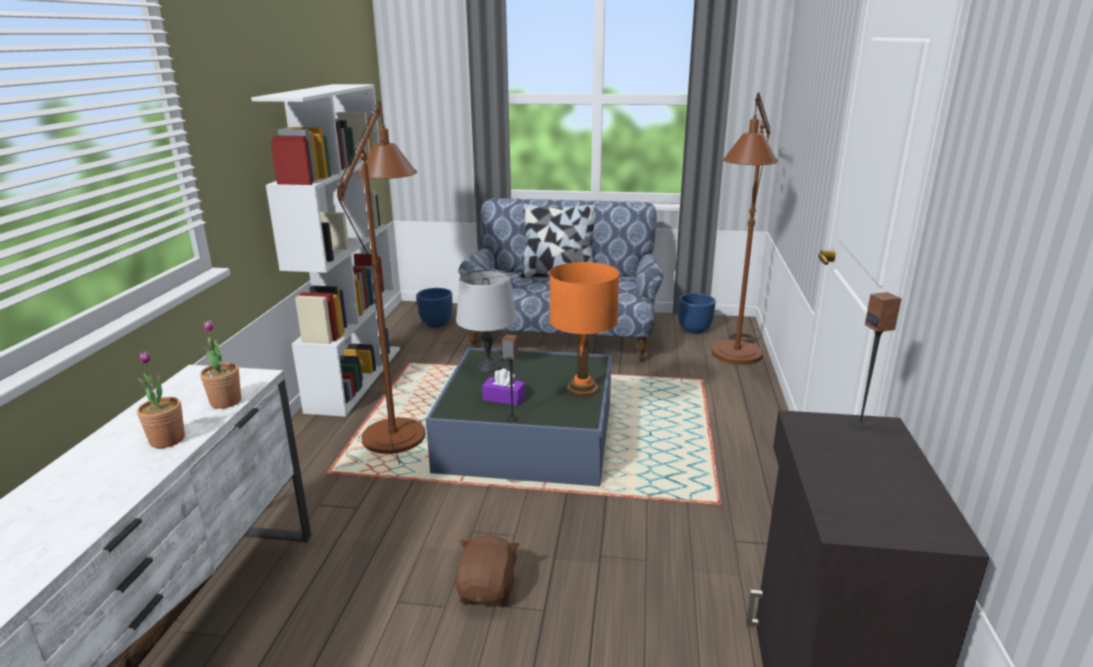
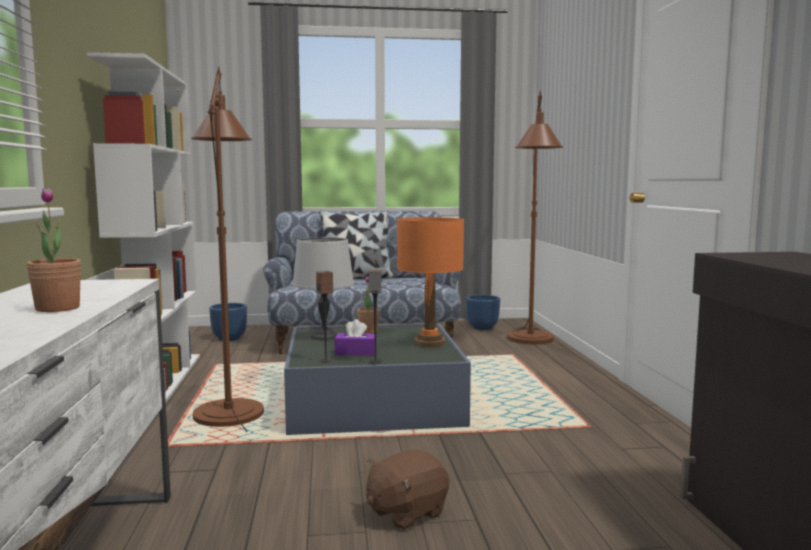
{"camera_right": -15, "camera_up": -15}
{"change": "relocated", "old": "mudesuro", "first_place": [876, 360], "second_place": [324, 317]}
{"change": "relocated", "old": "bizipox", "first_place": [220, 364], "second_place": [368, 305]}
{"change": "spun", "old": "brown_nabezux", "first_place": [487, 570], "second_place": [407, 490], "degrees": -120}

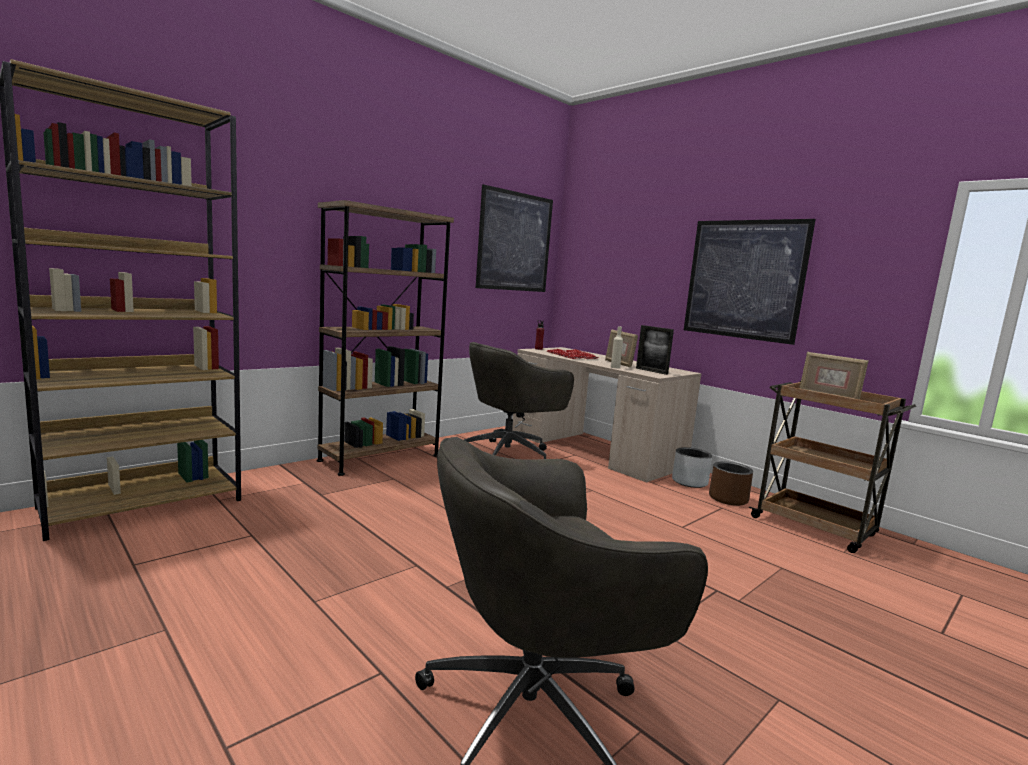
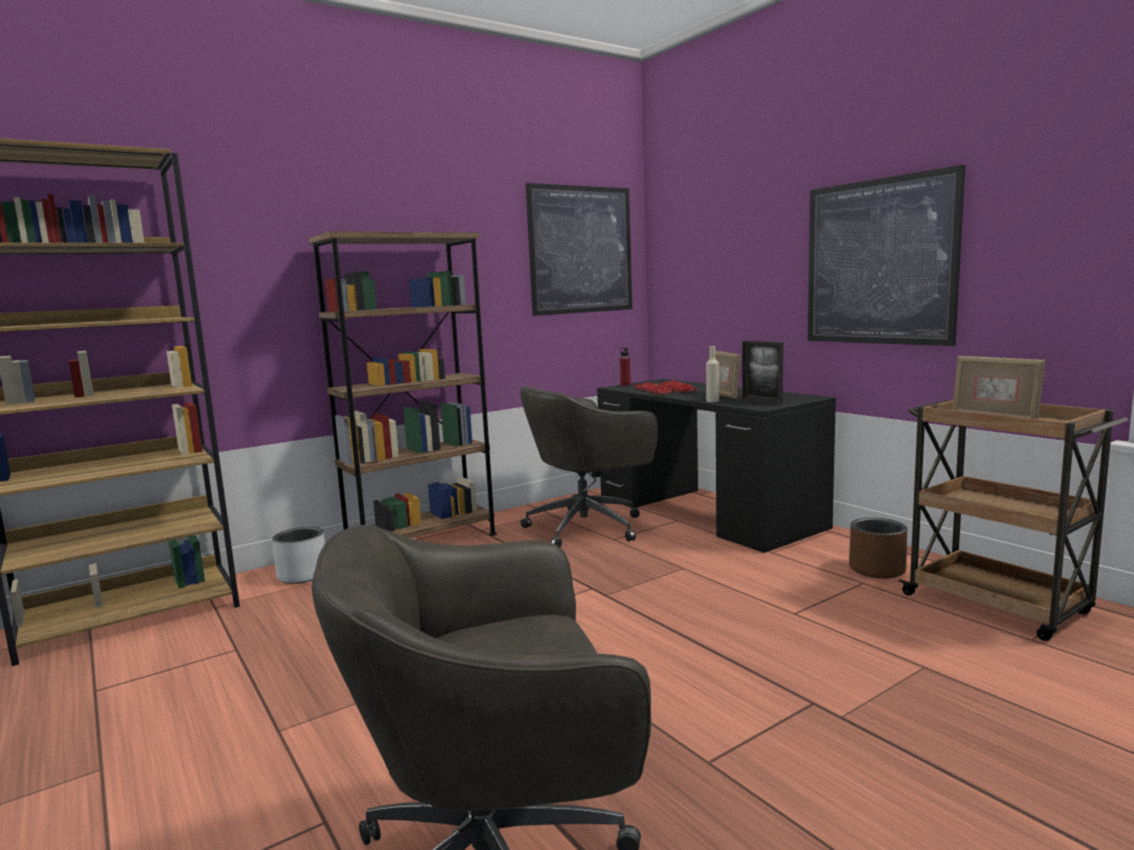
{"camera_right": 10, "camera_up": 0}
{"change": "colour", "old": "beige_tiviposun", "new": "black_tiviposun", "first_place": [607, 415], "second_place": [716, 466]}
{"change": "relocated", "old": "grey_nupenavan", "first_place": [692, 467], "second_place": [298, 555]}

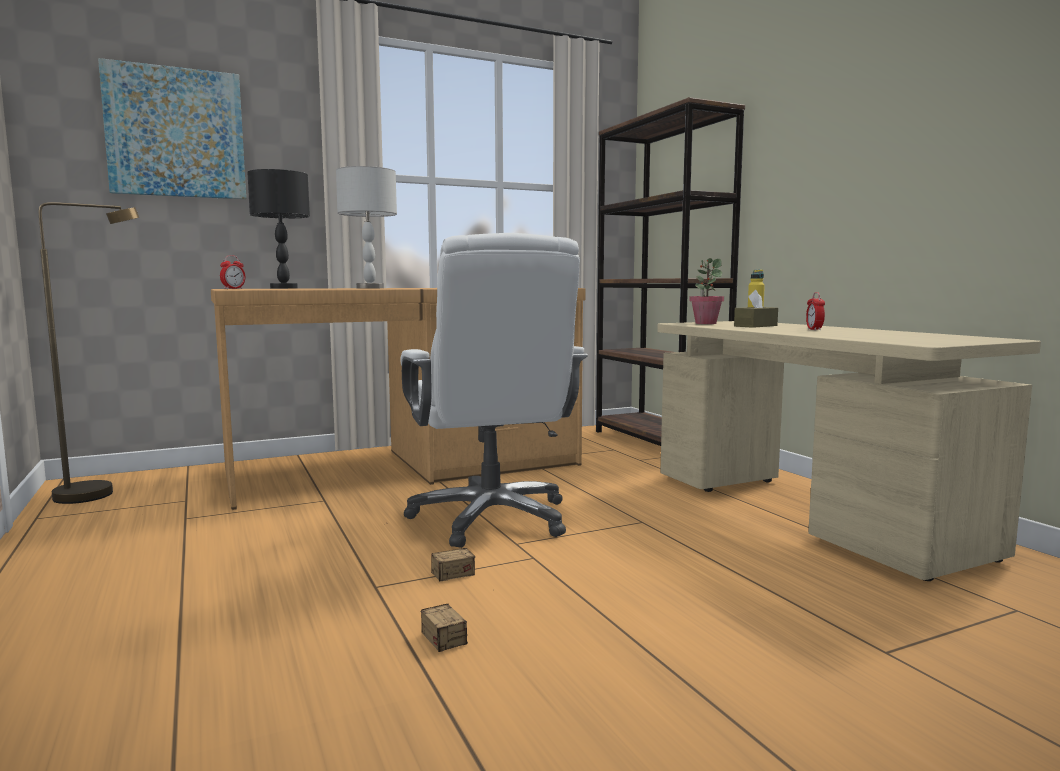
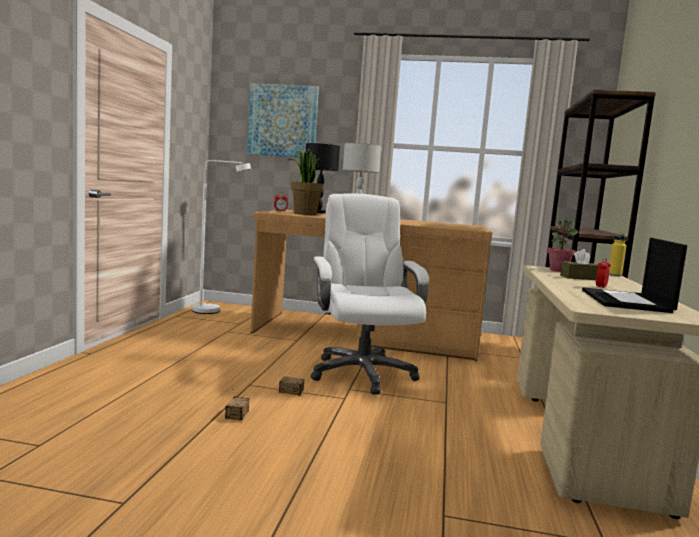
{"camera_right": 35, "camera_up": 0}
{"change": "colour", "old": "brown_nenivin", "new": "white_nenivin", "first_place": [89, 353], "second_place": [221, 237]}
{"change": "spun", "old": "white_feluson", "first_place": [494, 390], "second_place": [370, 294], "degrees": 150}
{"change": "appeared", "new": "bizipox", "second_place": [305, 182]}
{"change": "appeared", "new": "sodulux", "second_place": [634, 275]}

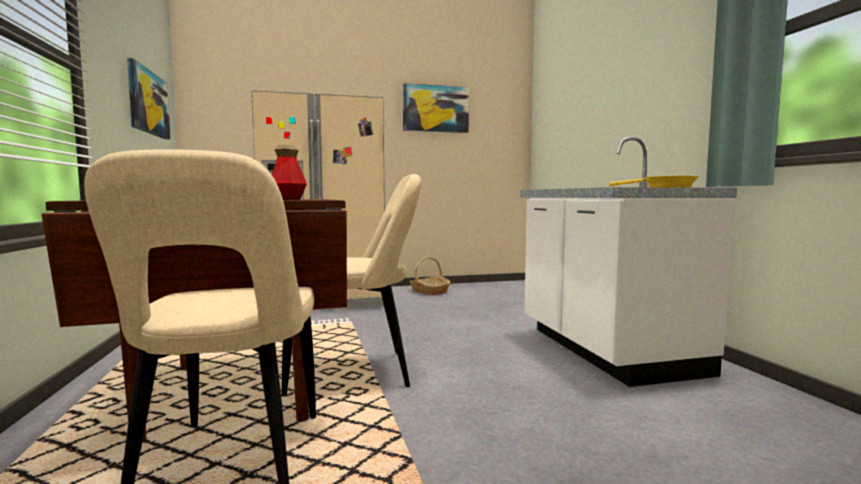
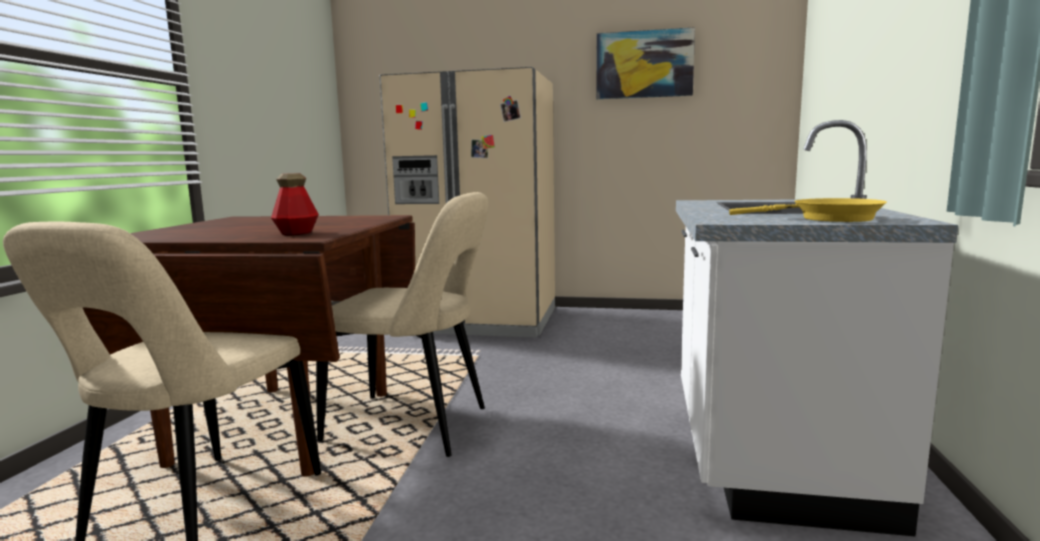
{"camera_right": 25, "camera_up": 5}
{"change": "missing", "old": "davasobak", "first_place": [148, 99]}
{"change": "missing", "old": "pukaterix", "first_place": [430, 276]}

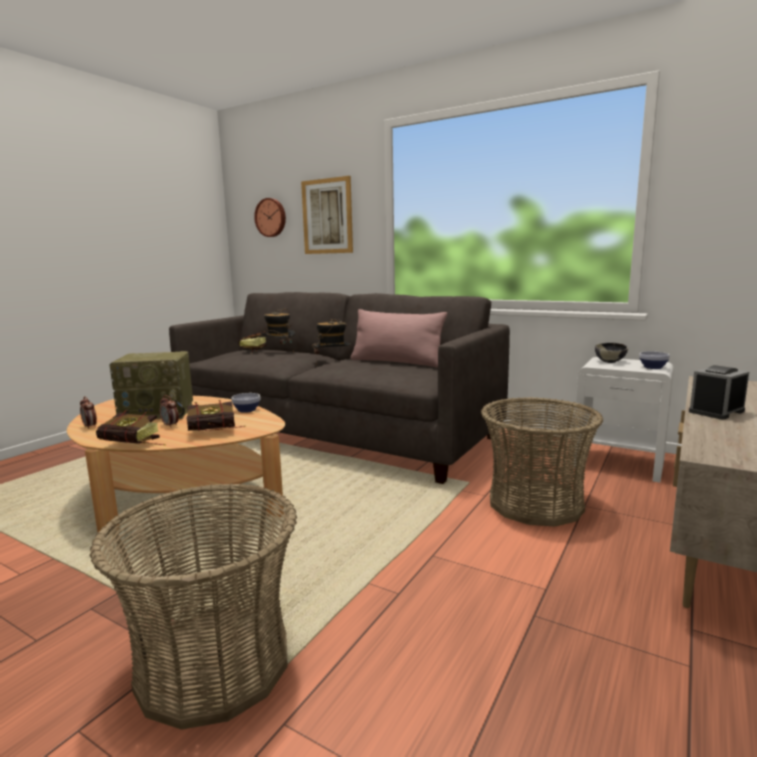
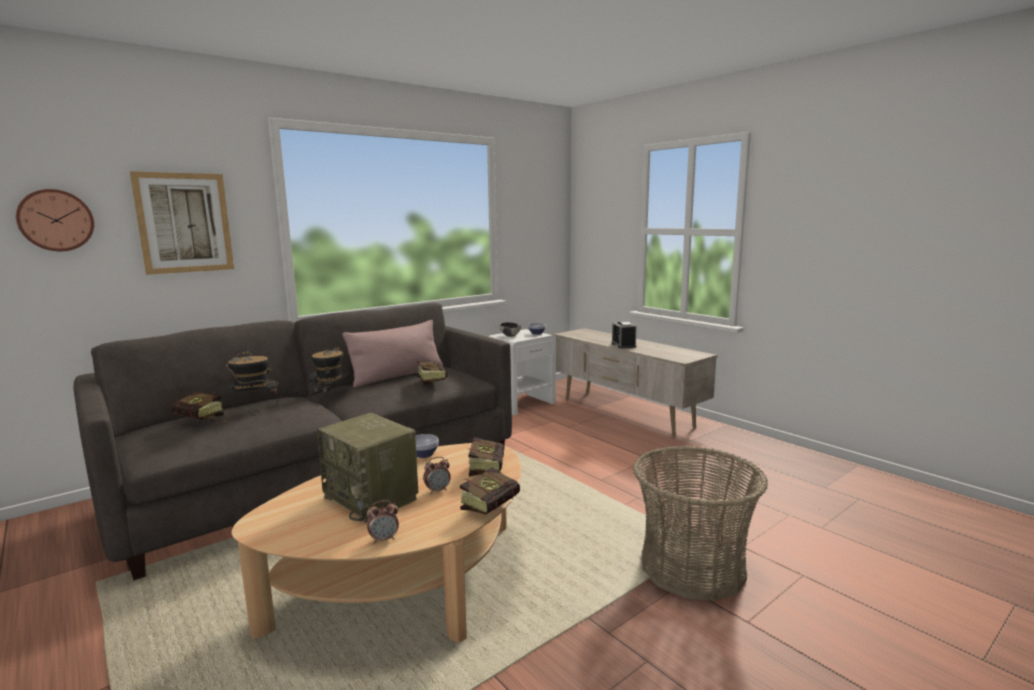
{"camera_right": -70, "camera_up": 0}
{"change": "spun", "old": "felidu", "first_place": [151, 386], "second_place": [367, 468], "degrees": 120}
{"change": "missing", "old": "pukaterix", "first_place": [542, 461]}
{"change": "appeared", "new": "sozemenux", "second_place": [432, 373]}

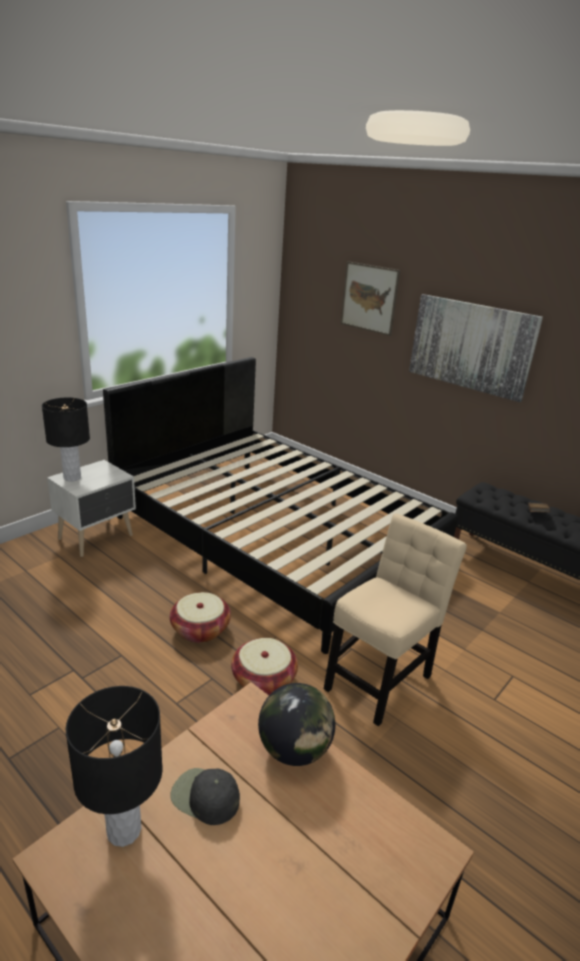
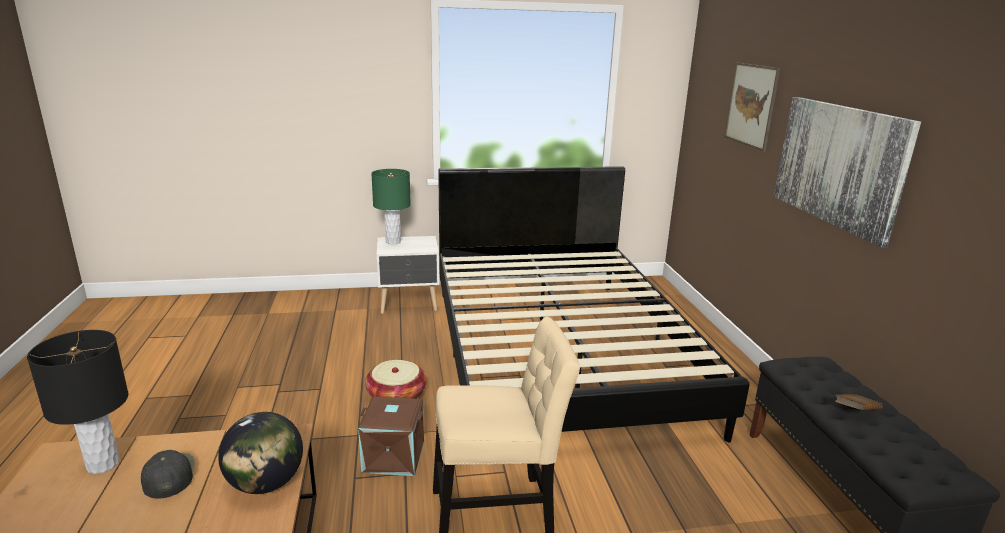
{"camera_right": 40, "camera_up": -5}
{"change": "colour", "old": "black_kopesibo", "new": "green_kopesibo", "first_place": [66, 440], "second_place": [391, 206]}
{"change": "exchanged", "old": "pukaterix", "new": "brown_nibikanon", "first_place": [264, 666], "second_place": [391, 436]}

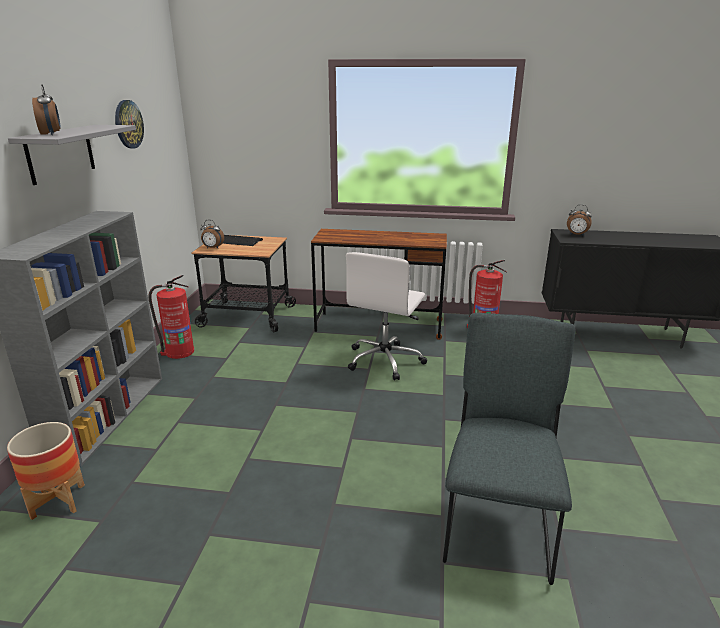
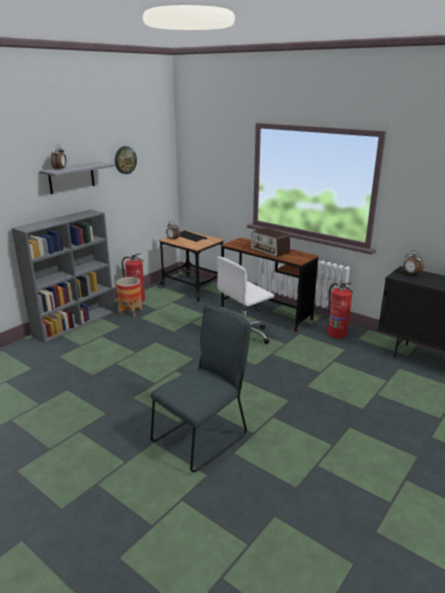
{"camera_right": 30, "camera_up": 0}
{"change": "relocated", "old": "nupenavan", "first_place": [46, 471], "second_place": [129, 297]}
{"change": "appeared", "new": "felidu", "second_place": [270, 242]}

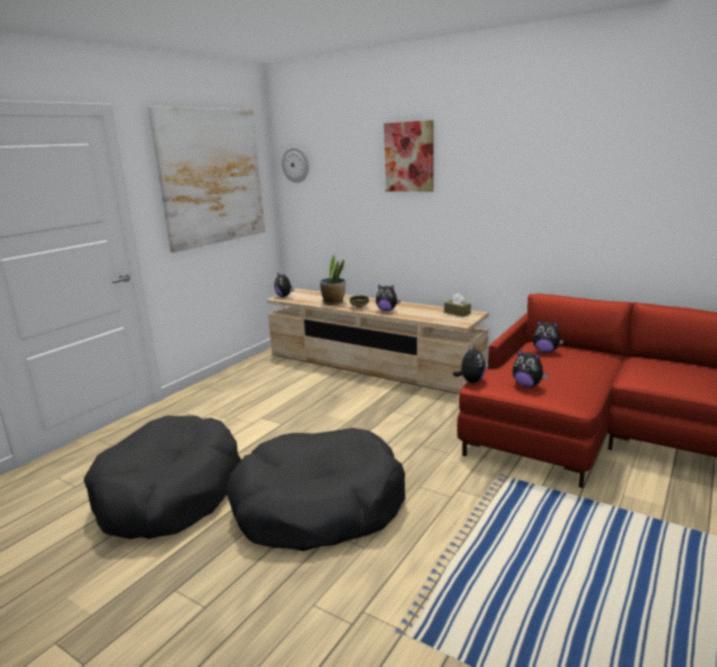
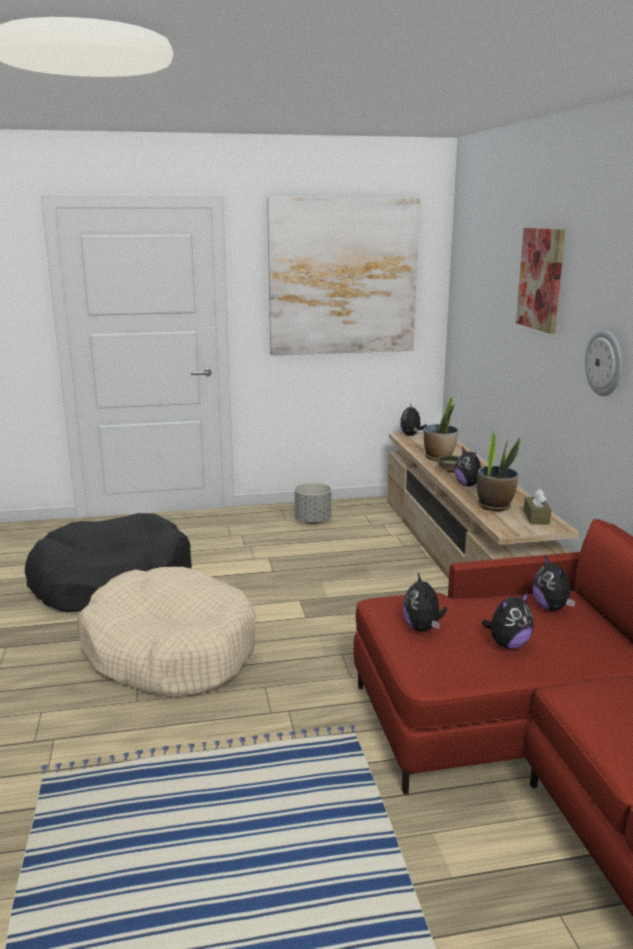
{"camera_right": 45, "camera_up": 0}
{"change": "relocated", "old": "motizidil", "first_place": [295, 165], "second_place": [603, 363]}
{"change": "relocated", "old": "nabezux", "first_place": [469, 363], "second_place": [508, 620]}
{"change": "colour", "old": "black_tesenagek", "new": "beige_tesenagek", "first_place": [315, 489], "second_place": [166, 632]}
{"change": "appeared", "new": "bizipox", "second_place": [498, 470]}
{"change": "appeared", "new": "grey_nupenavan", "second_place": [313, 503]}

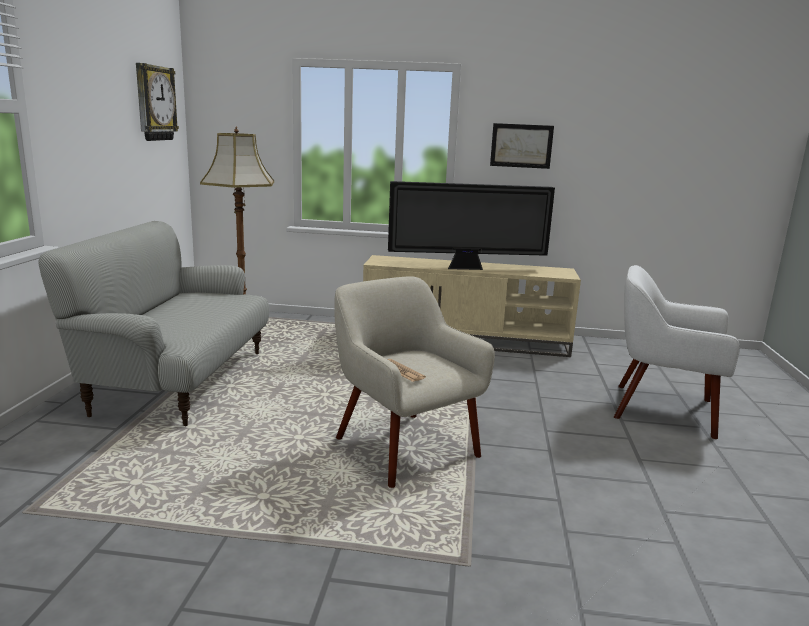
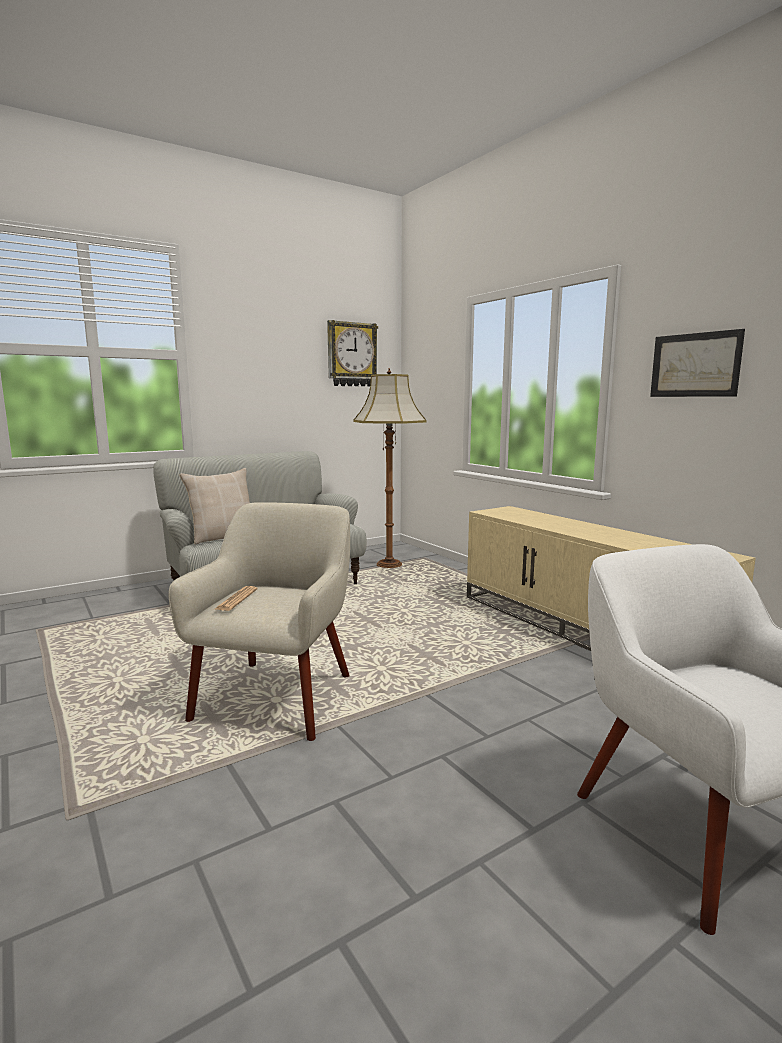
{"camera_right": 50, "camera_up": -5}
{"change": "missing", "old": "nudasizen", "first_place": [471, 225]}
{"change": "appeared", "new": "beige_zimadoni", "second_place": [215, 506]}

